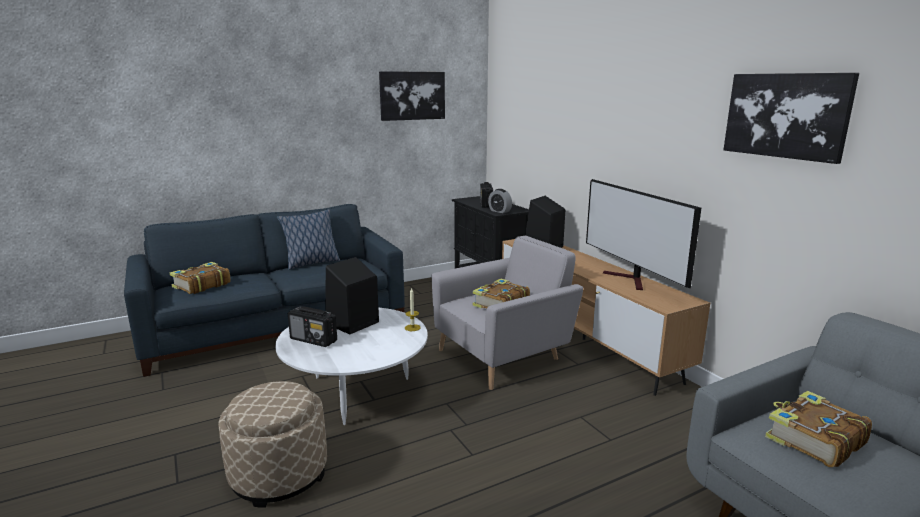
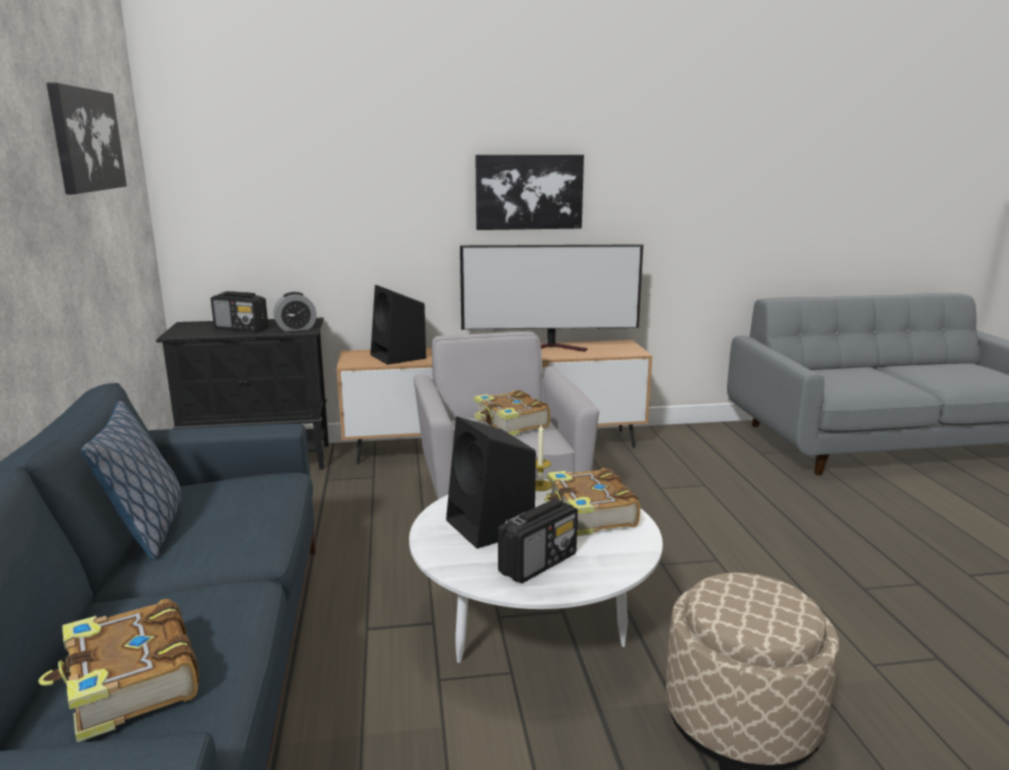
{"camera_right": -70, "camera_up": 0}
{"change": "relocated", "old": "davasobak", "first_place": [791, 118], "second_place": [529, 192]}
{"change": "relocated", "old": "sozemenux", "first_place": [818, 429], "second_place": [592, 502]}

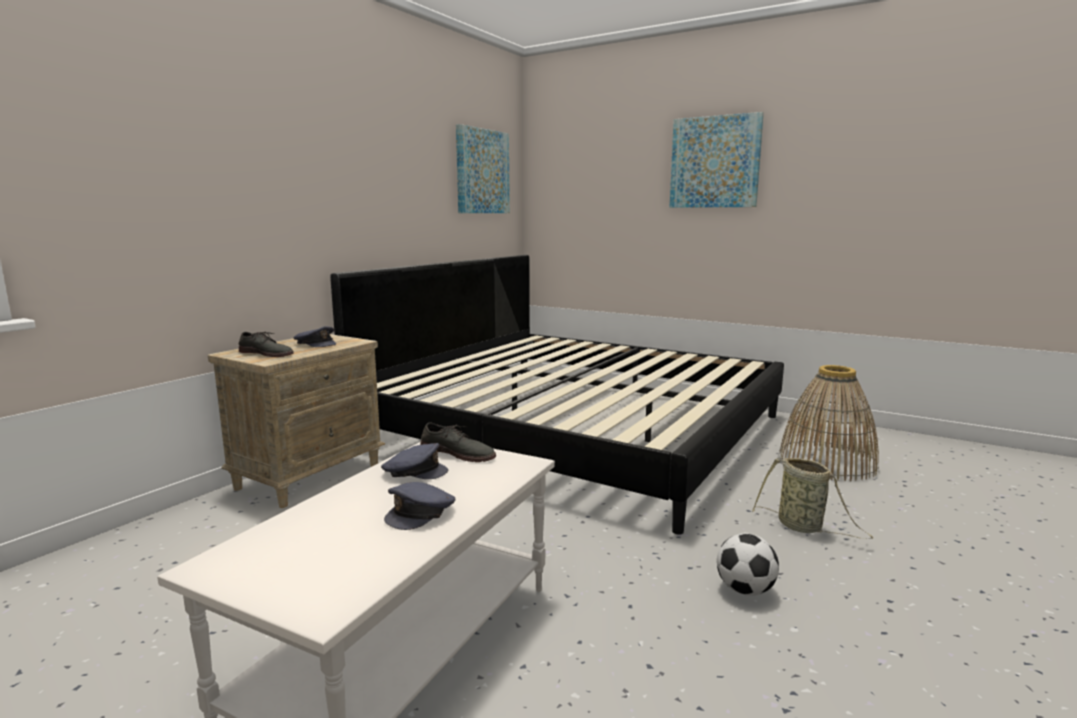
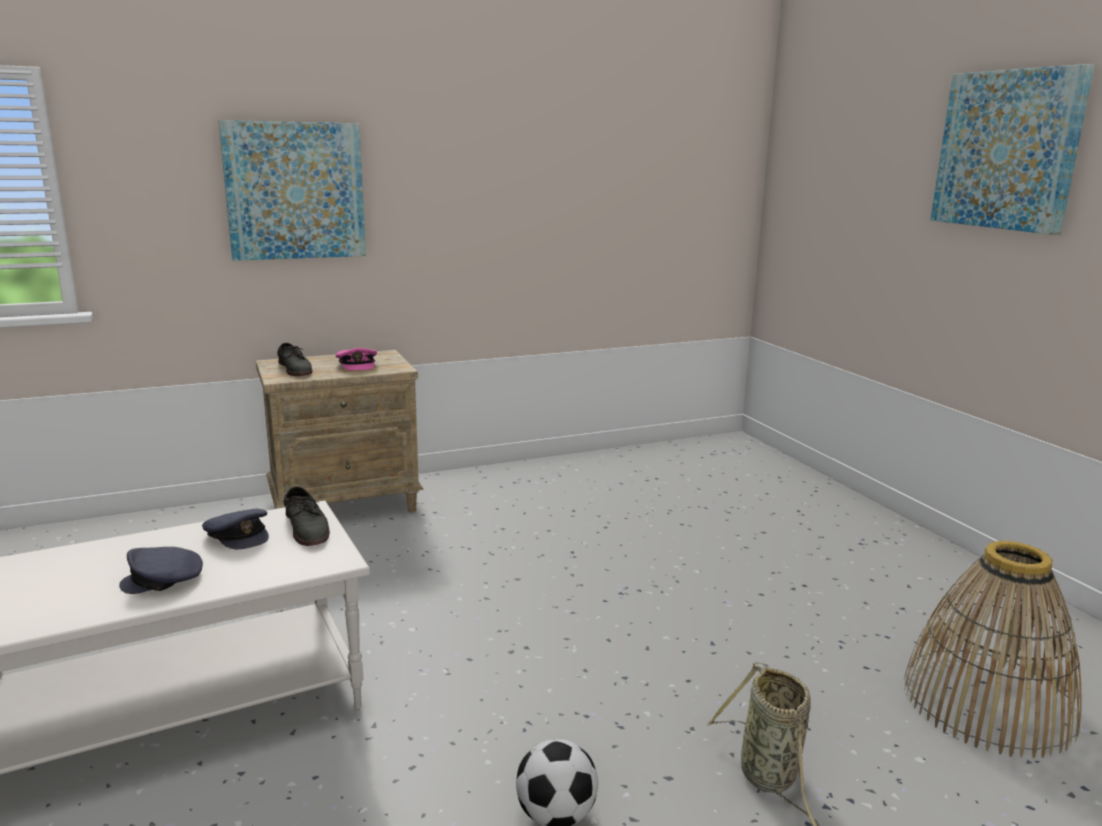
{"camera_right": 35, "camera_up": 5}
{"change": "relocated", "old": "davasobak", "first_place": [483, 168], "second_place": [292, 190]}
{"change": "missing", "old": "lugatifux", "first_place": [557, 395]}
{"change": "colour", "old": "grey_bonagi", "new": "pink_bonagi", "first_place": [314, 336], "second_place": [356, 359]}

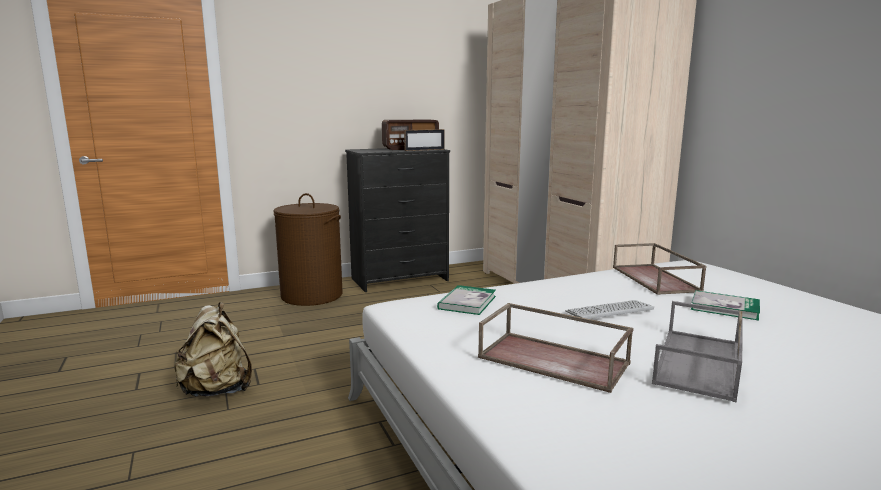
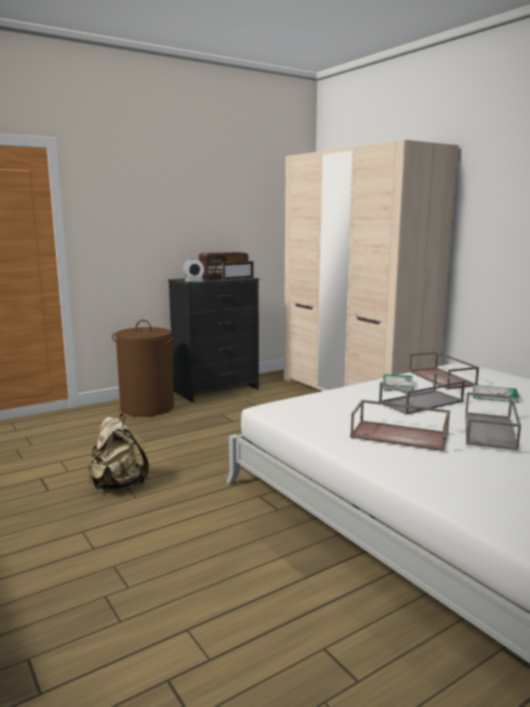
{"camera_right": -10, "camera_up": 0}
{"change": "relocated", "old": "sozemenux", "first_place": [466, 300], "second_place": [398, 382]}
{"change": "exchanged", "old": "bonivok", "new": "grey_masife", "first_place": [609, 309], "second_place": [422, 393]}
{"change": "appeared", "new": "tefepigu", "second_place": [193, 270]}

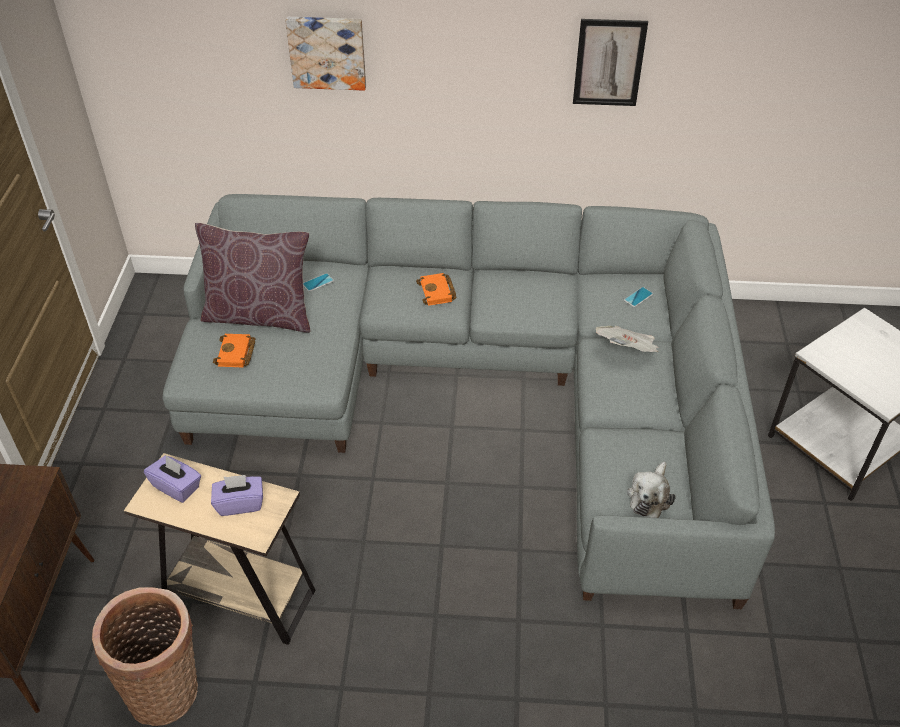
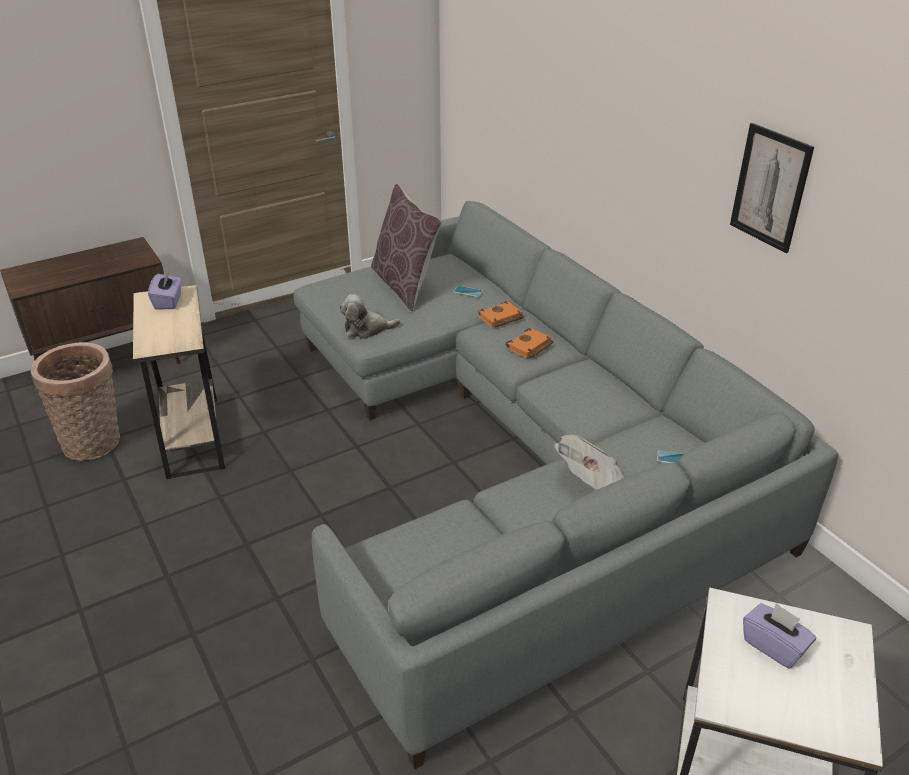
{"camera_right": 55, "camera_up": -10}
{"change": "missing", "old": "davasobak", "first_place": [326, 54]}
{"change": "relocated", "old": "orange_sozemenux", "first_place": [234, 350], "second_place": [501, 314]}
{"change": "relocated", "old": "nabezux", "first_place": [651, 490], "second_place": [370, 316]}
{"change": "relocated", "old": "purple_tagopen", "first_place": [237, 495], "second_place": [779, 635]}

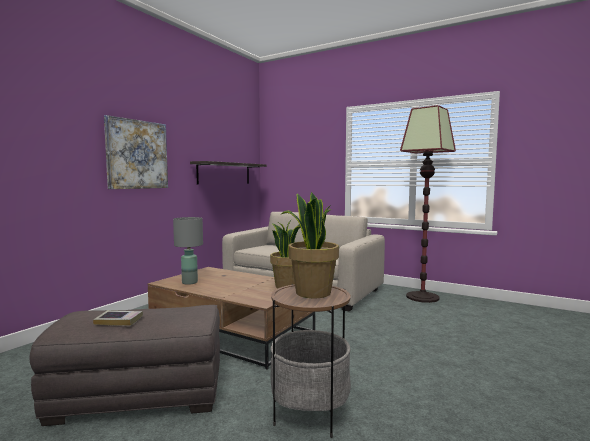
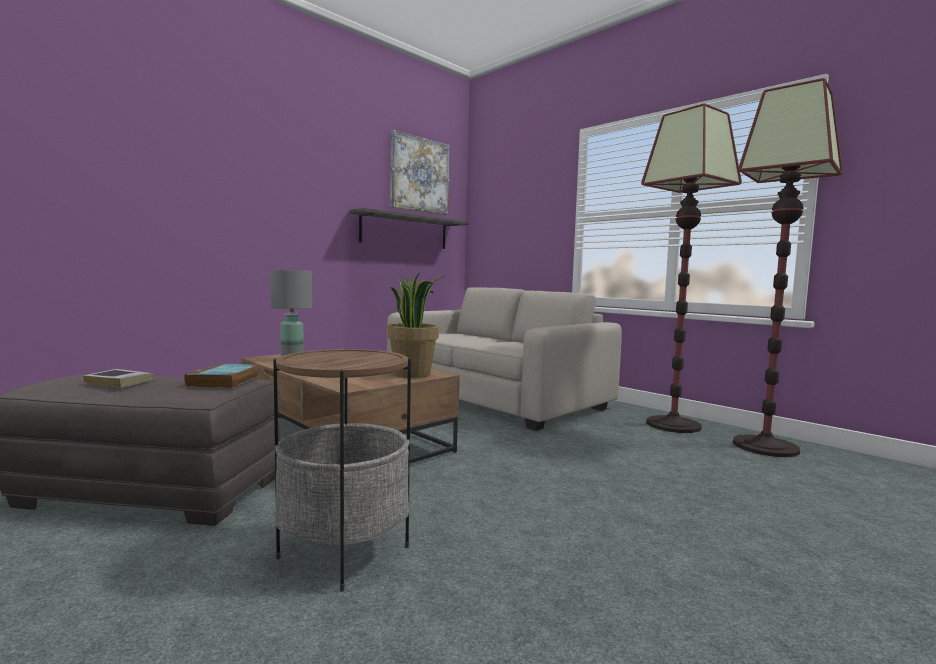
{"camera_right": 15, "camera_up": 0}
{"change": "relocated", "old": "davasobak", "first_place": [136, 152], "second_place": [420, 172]}
{"change": "missing", "old": "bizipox", "first_place": [309, 245]}
{"change": "appeared", "new": "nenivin", "second_place": [788, 267]}
{"change": "appeared", "new": "sozemenux", "second_place": [221, 376]}

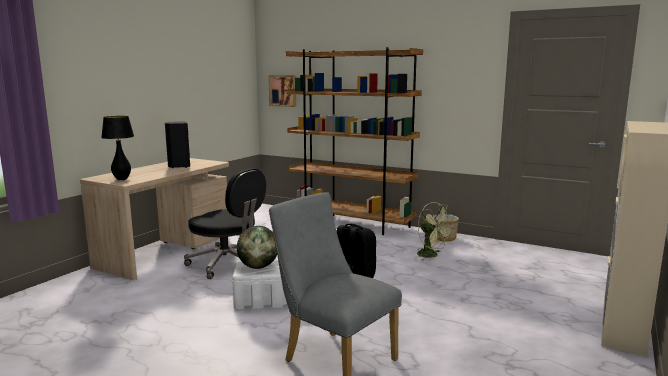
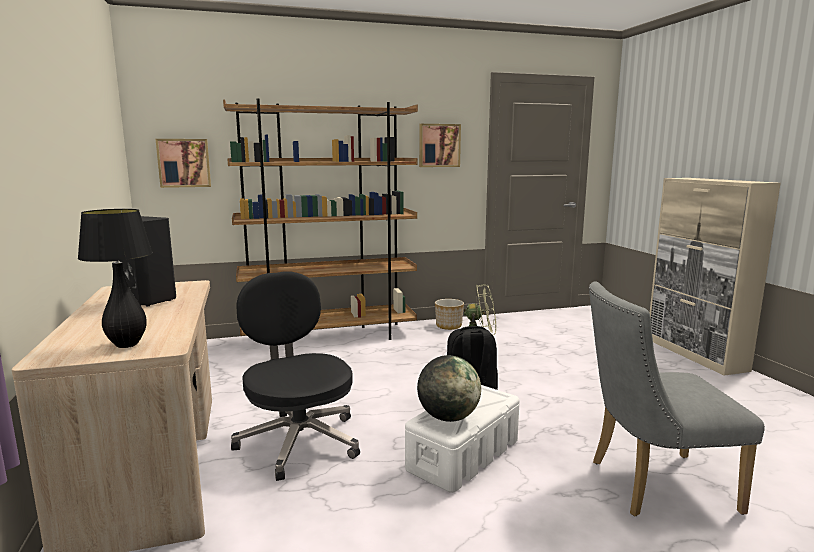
{"camera_right": -45, "camera_up": 0}
{"change": "spun", "old": "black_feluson", "first_place": [225, 223], "second_place": [295, 376], "degrees": -105}
{"change": "appeared", "new": "davasobak", "second_place": [440, 145]}

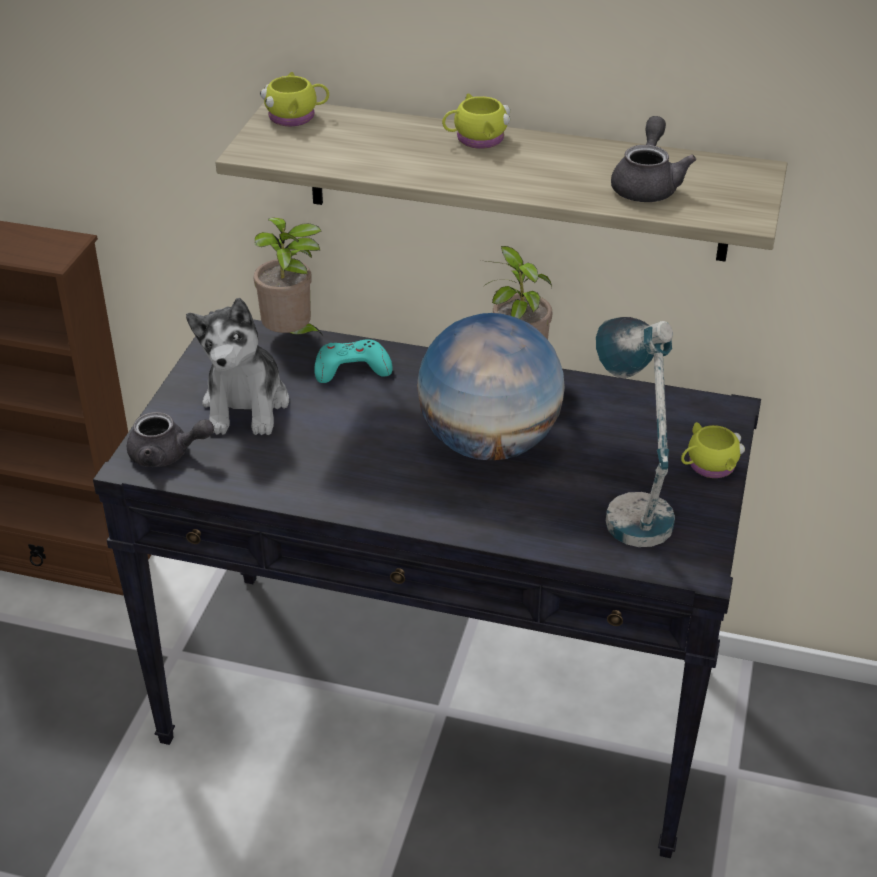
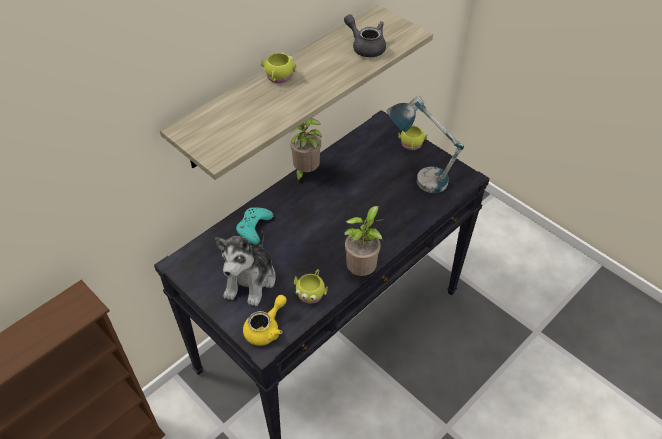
{"camera_right": -60, "camera_up": 10}
{"change": "relocated", "old": "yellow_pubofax", "first_place": [294, 99], "second_place": [311, 286]}
{"change": "relocated", "old": "bizipox", "first_place": [289, 277], "second_place": [364, 241]}
{"change": "spun", "old": "nabezux", "first_place": [237, 366], "second_place": [245, 268], "degrees": 75}
{"change": "missing", "old": "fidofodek", "first_place": [491, 386]}
{"change": "colour", "old": "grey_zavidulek", "new": "yellow_zavidulek", "first_place": [170, 439], "second_place": [265, 320]}

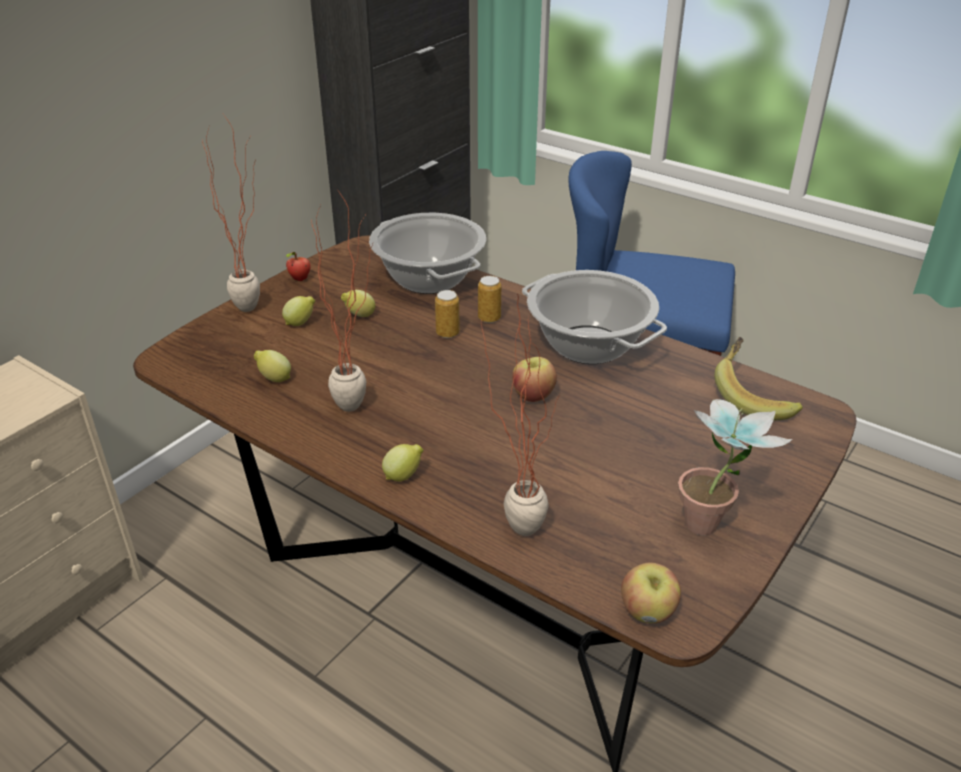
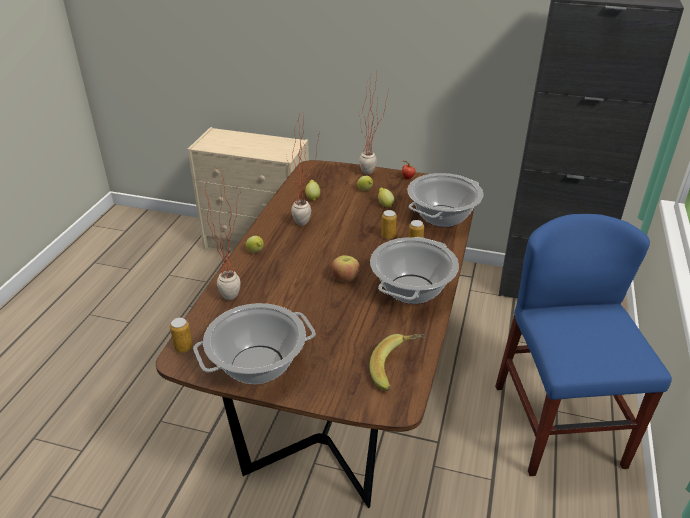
{"camera_right": 70, "camera_up": 0}
{"change": "exchanged", "old": "bizipox", "new": "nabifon", "first_place": [735, 467], "second_place": [254, 343]}
{"change": "exchanged", "old": "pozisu", "new": "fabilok", "first_place": [651, 593], "second_place": [181, 335]}

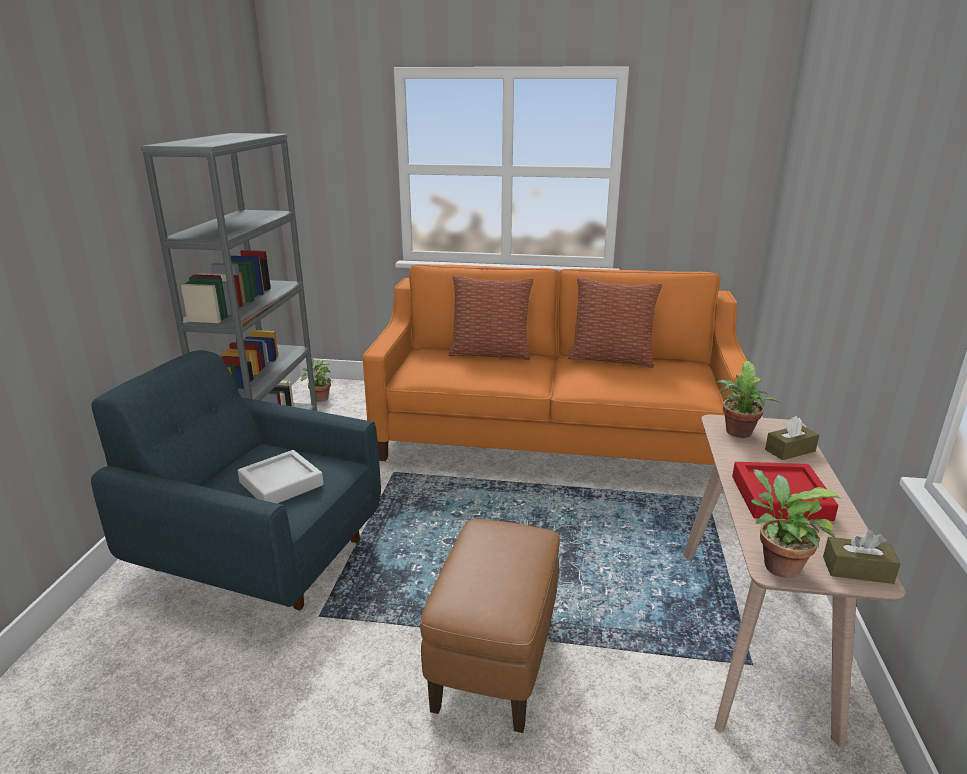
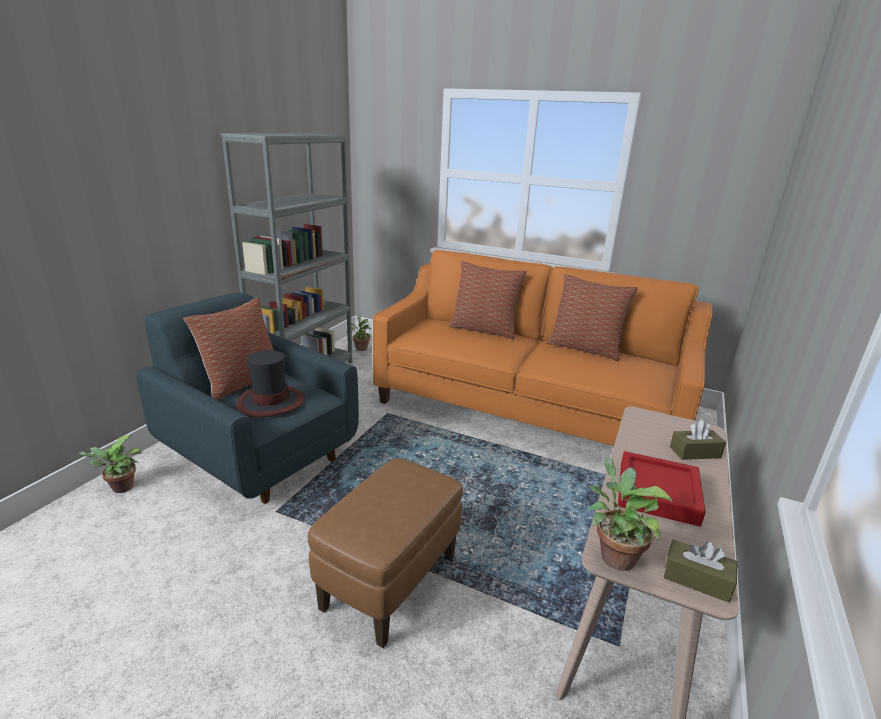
{"camera_right": 15, "camera_up": 0}
{"change": "relocated", "old": "bizipox", "first_place": [748, 399], "second_place": [110, 464]}
{"change": "exchanged", "old": "grey_masife", "new": "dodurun", "first_place": [280, 477], "second_place": [270, 383]}
{"change": "appeared", "new": "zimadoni", "second_place": [228, 349]}

